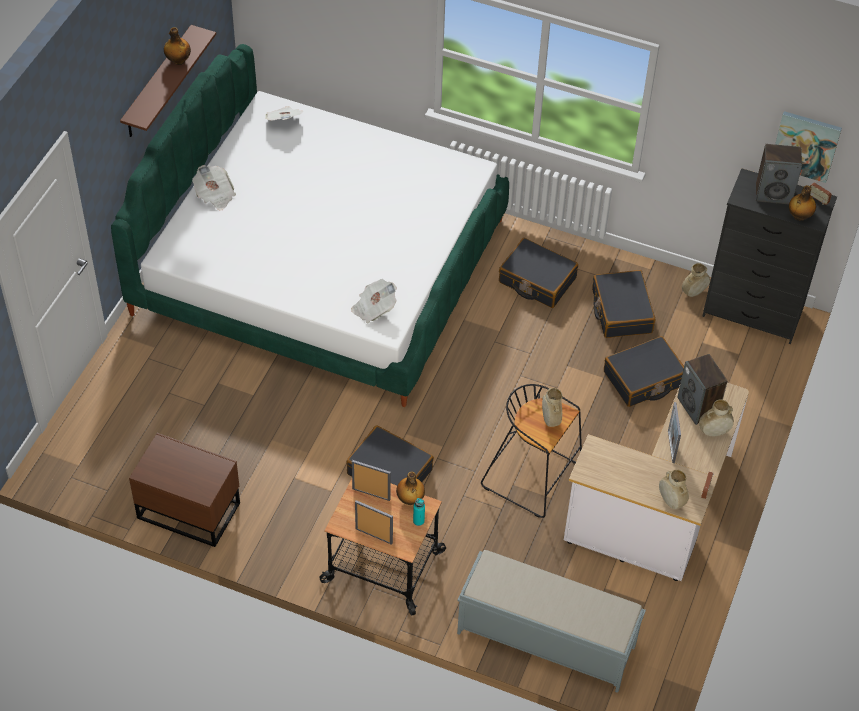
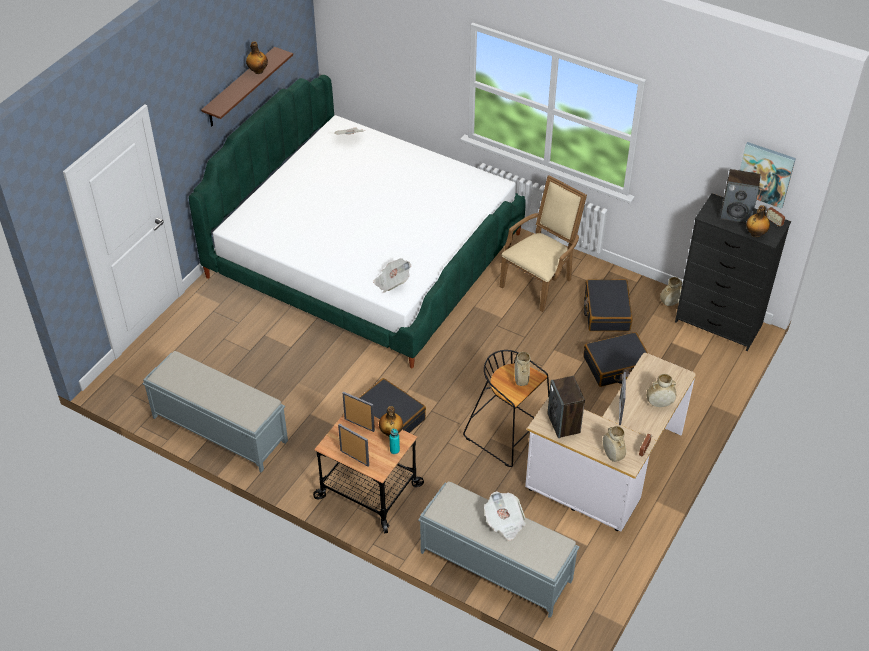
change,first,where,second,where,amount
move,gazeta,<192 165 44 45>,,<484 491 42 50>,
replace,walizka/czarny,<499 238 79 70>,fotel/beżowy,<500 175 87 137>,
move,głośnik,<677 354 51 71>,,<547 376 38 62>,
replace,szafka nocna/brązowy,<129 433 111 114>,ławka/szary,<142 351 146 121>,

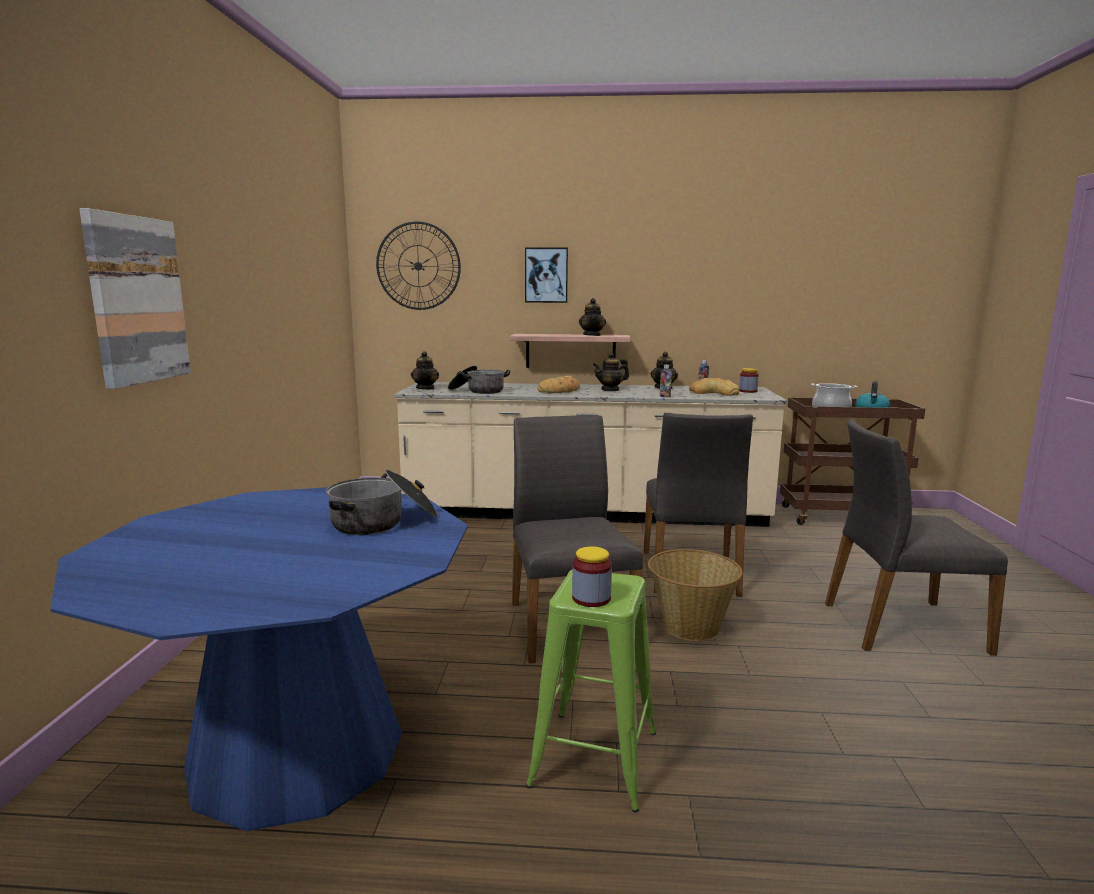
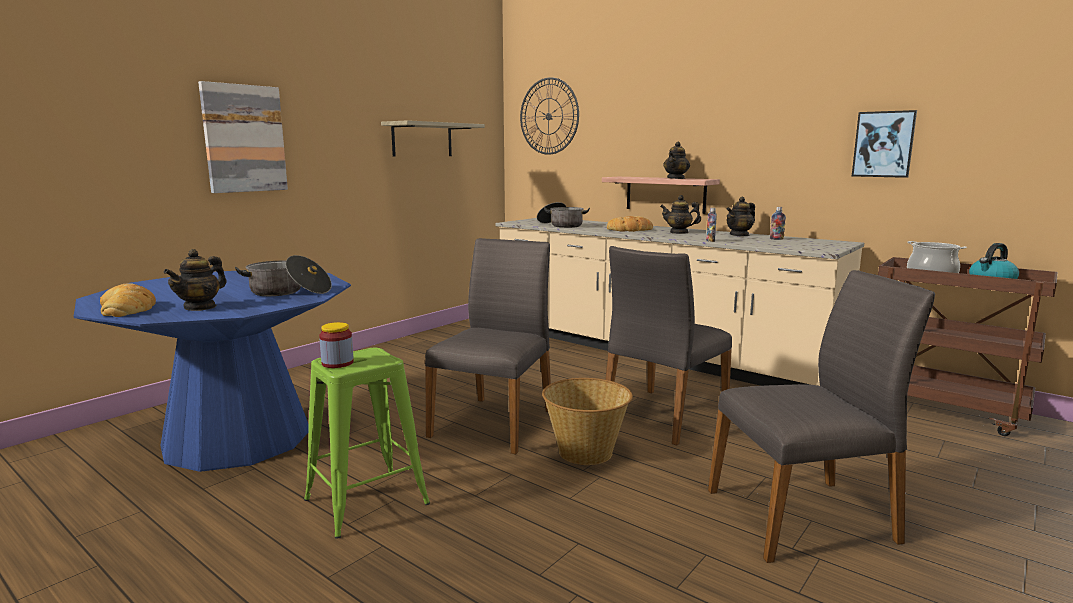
change,first,where,second,where,amount
move,obraz,<525 247 43 56>,,<852 110 65 68>,
move,imbryk,<411 351 28 39>,,<164 249 63 62>,
delete,słoik,<739 368 20 25>,,,
move,chleb,<689 378 51 18>,,<100 283 56 34>,
rotate,krzesło/szary,<825 420 183 236>,,<708 270 227 293>,135 degrees clockwise
insert,,,półka,<381 120 104 37>,

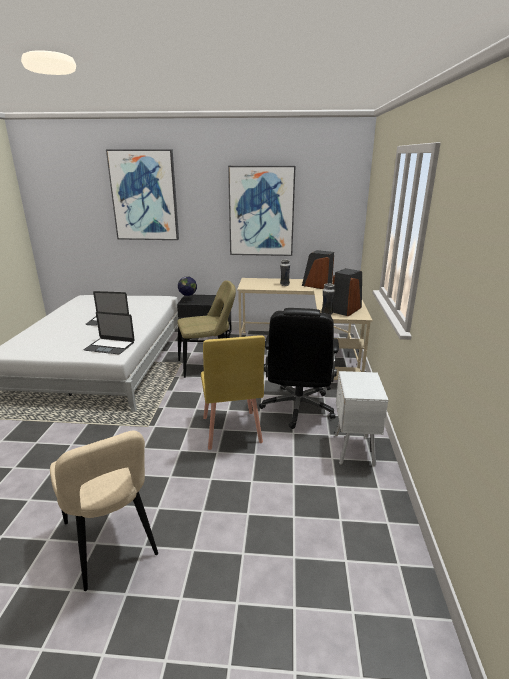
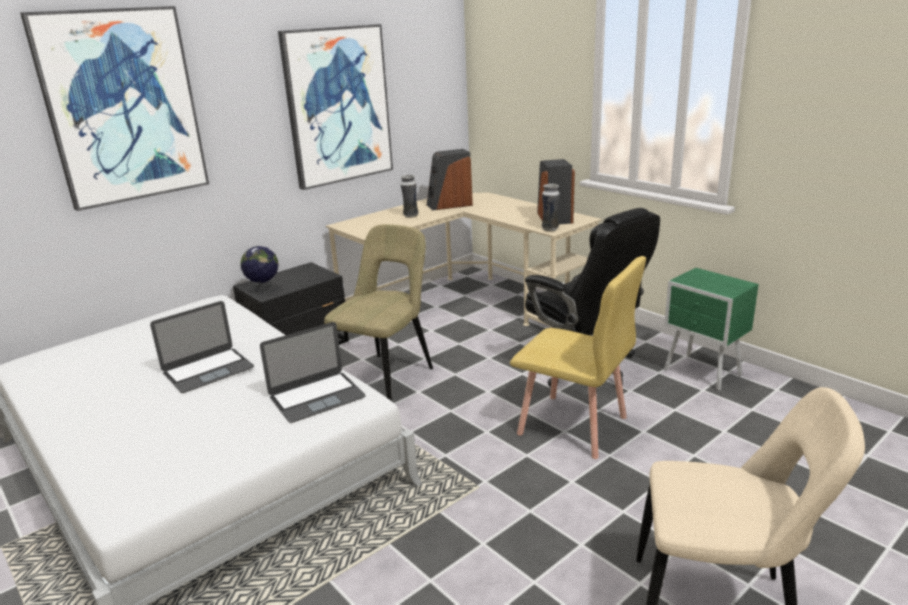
change,first,where,second,where,amount
recolor,szafka nocna/biały,<335 371 53 96>,szafka nocna/zielony,<664 268 95 123>,

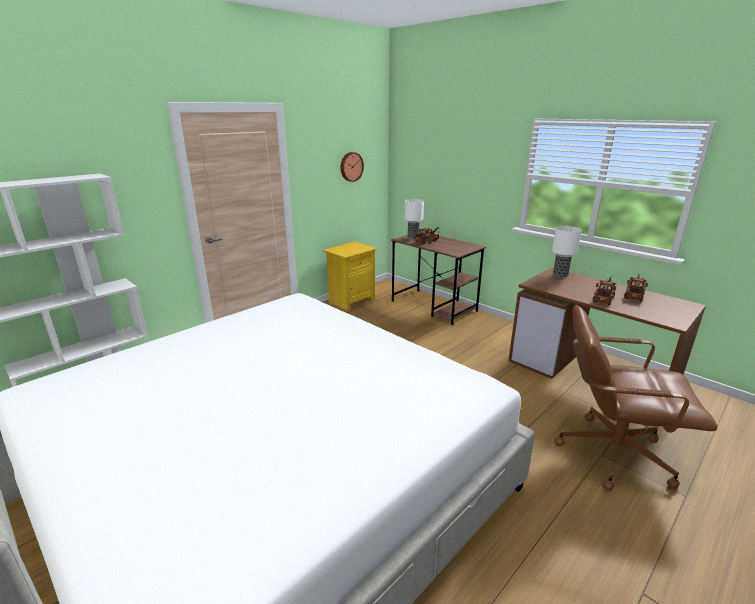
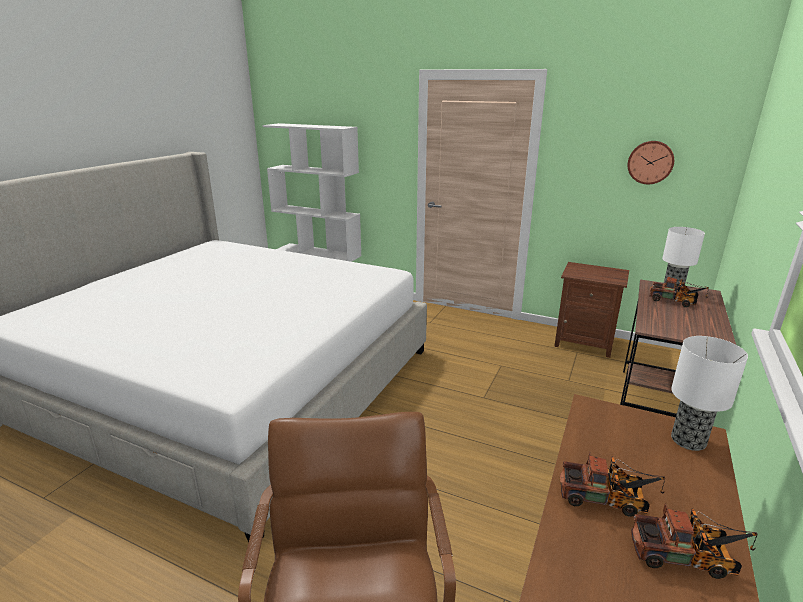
change,first,where,second,where,amount
recolor,szafka nocna/żółty,<323 242 54 69>,szafka nocna/brązowy,<554 262 75 96>,

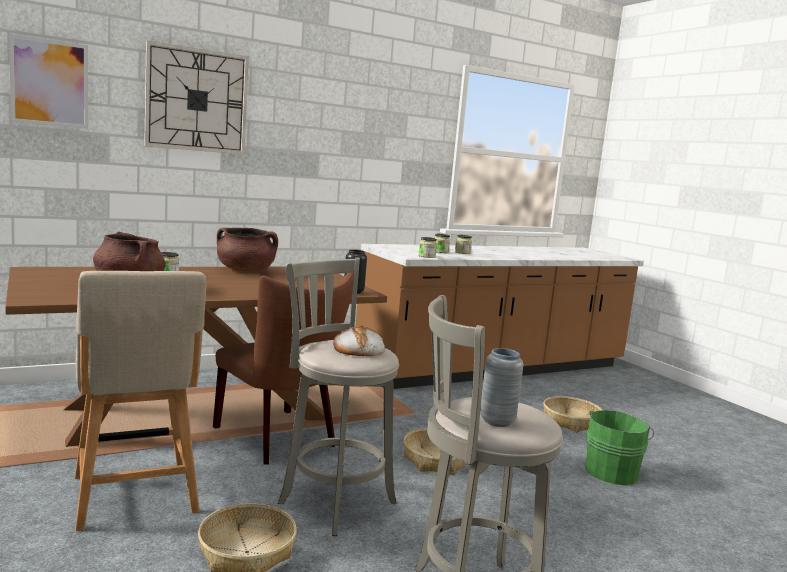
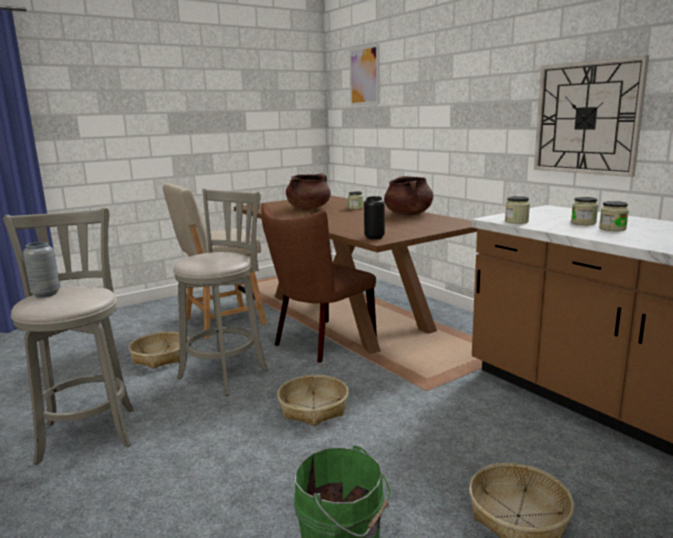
change,first,where,second,where,amount
move,zegar ścienny,<144 41 105 113>,,<534 55 115 122>,
delete,chleb,<333 326 52 30>,,,

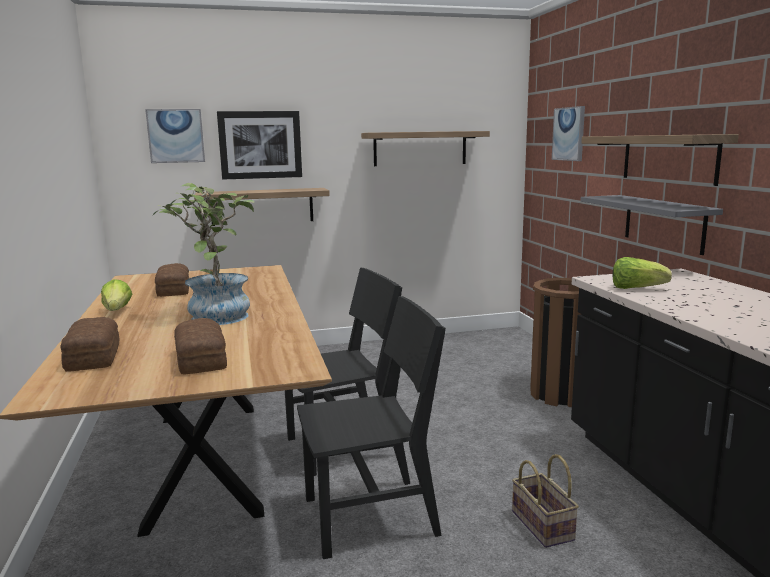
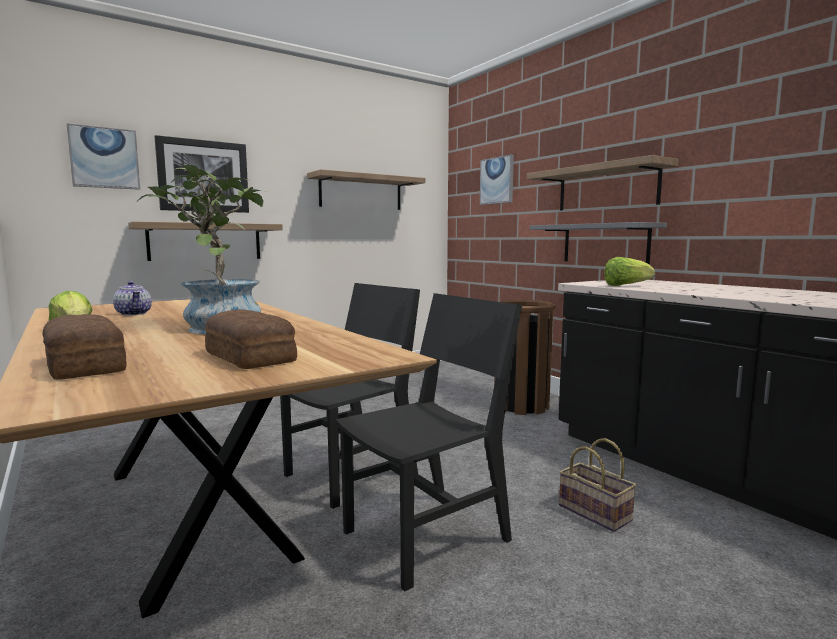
change,first,where,second,where,amount
replace,chleb,<155 263 34 34>,imbryk,<113 281 39 35>,

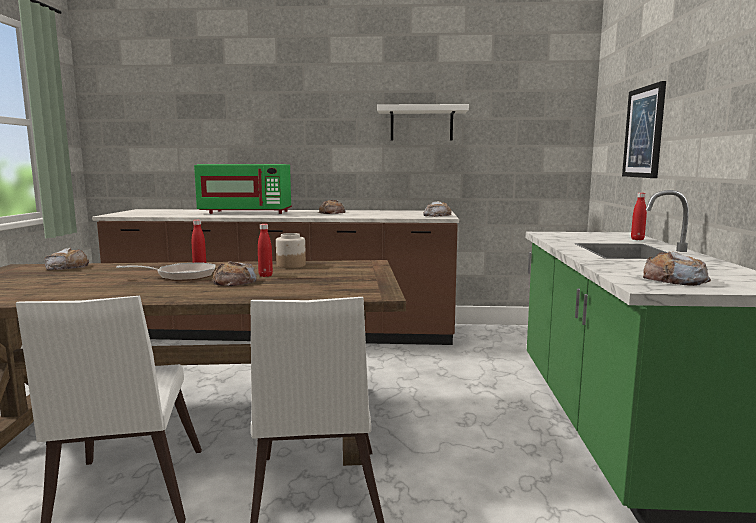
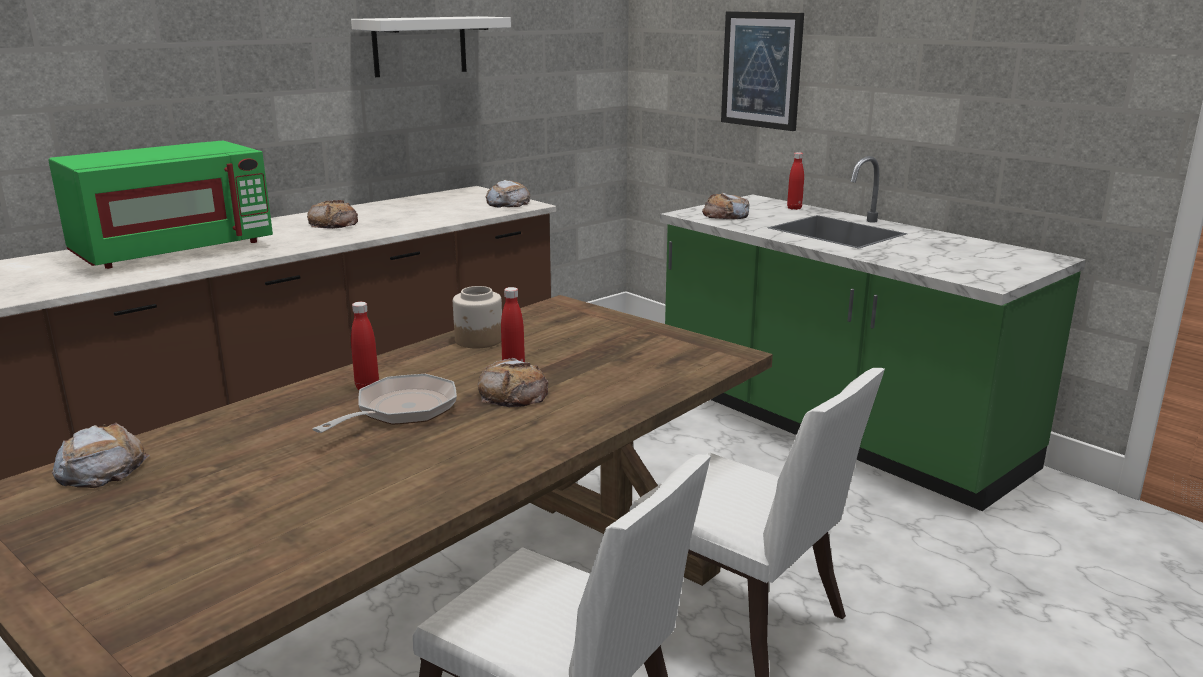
change,first,where,second,where,amount
move,chleb,<643 252 68 34>,,<702 193 47 26>,

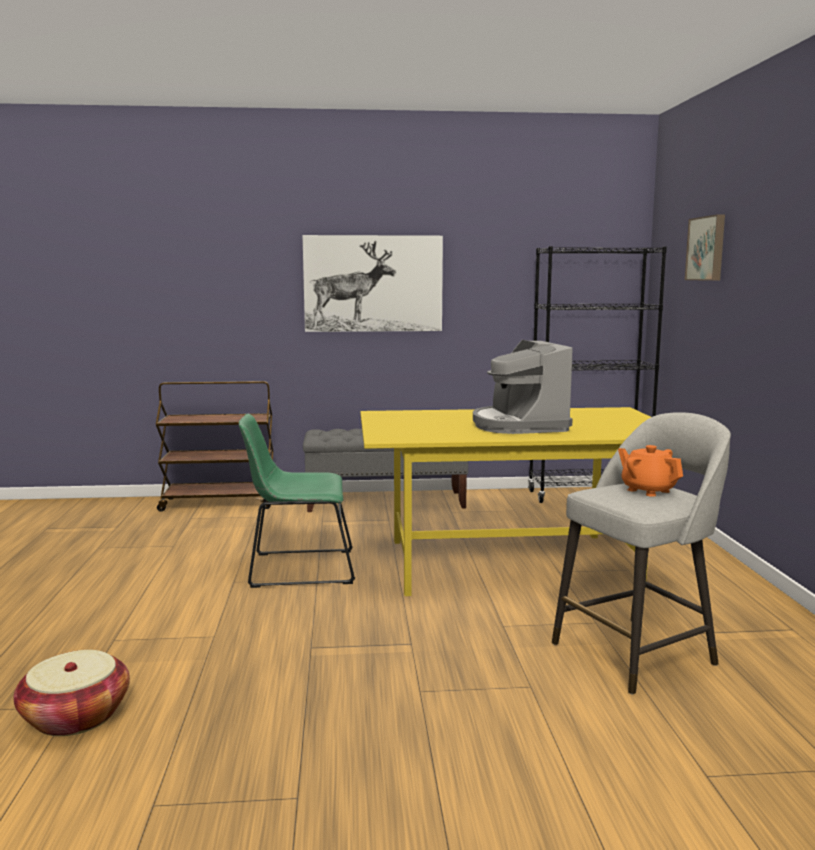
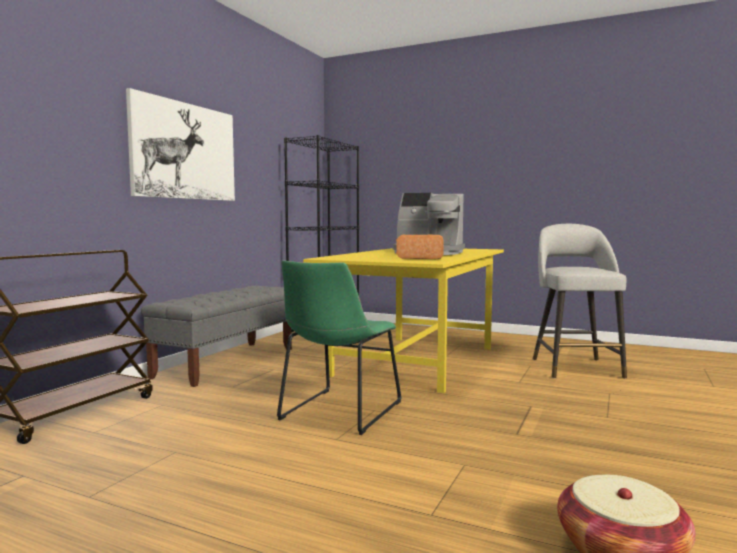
change,first,where,second,where,amount
delete,obraz,<685 214 40 67>,,,
delete,imbryk/pomarańczowy,<618 445 65 52>,,,
insert,,,chleb,<396 235 48 24>,

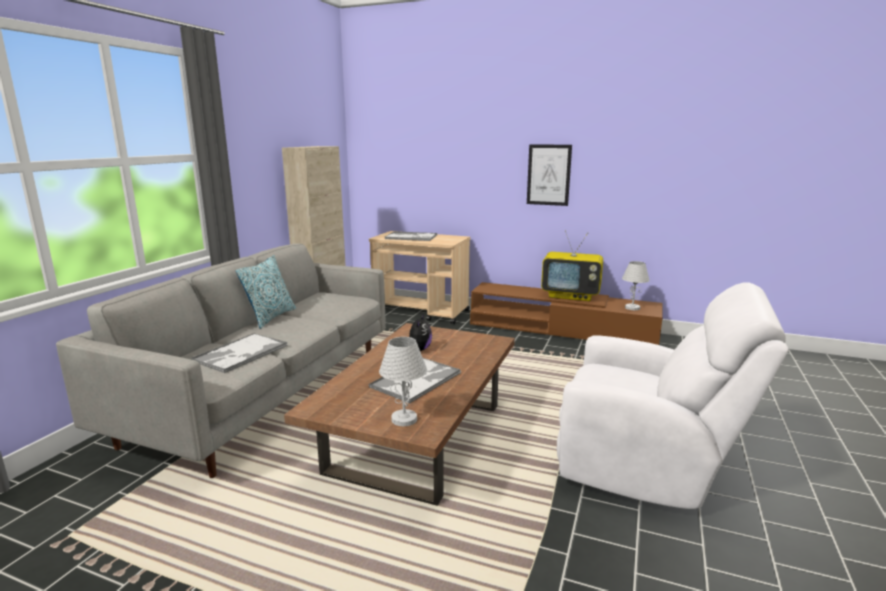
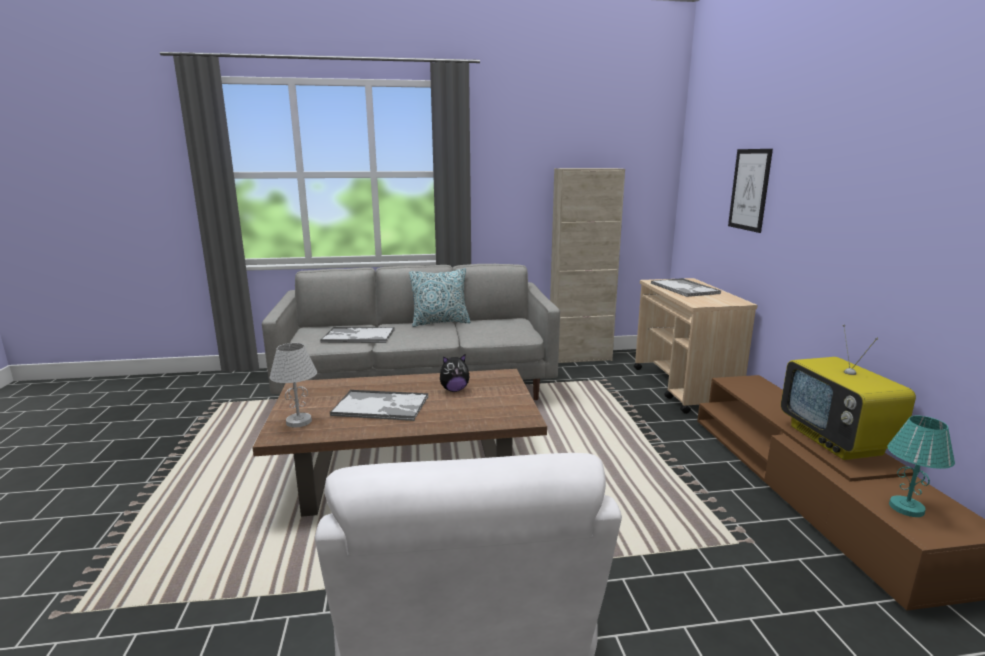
change,first,where,second,where,amount
move,obraz,<527 144 45 62>,,<728 149 45 84>,
recolor,lampa stołowa/biały,<622 261 28 49>,lampa stołowa/turkusowy,<887 416 68 101>,

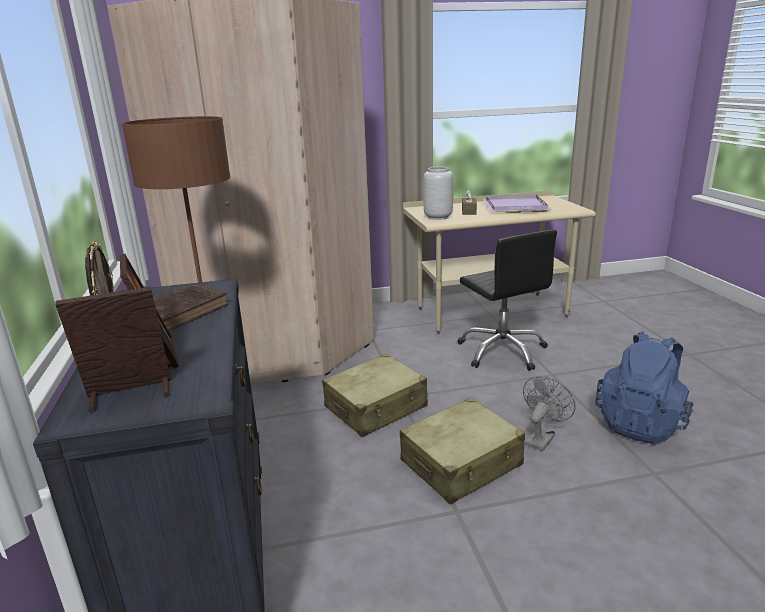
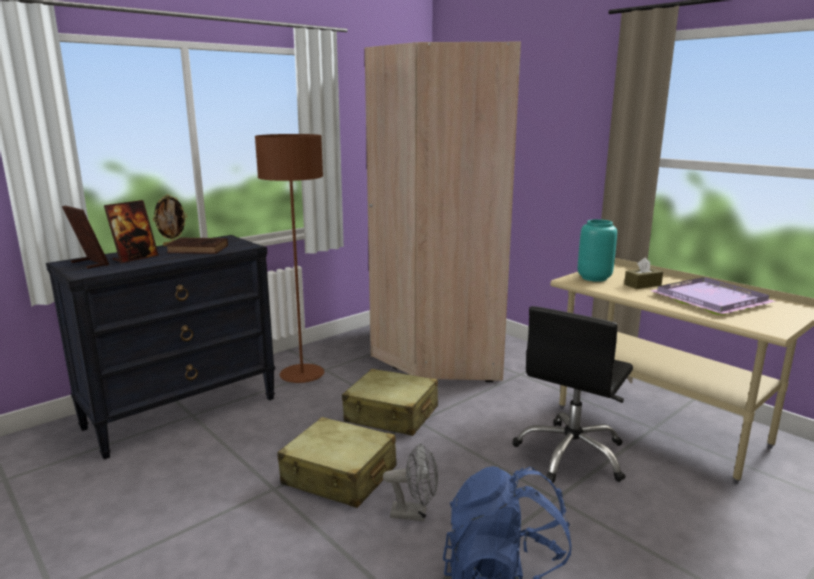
change,first,where,second,where,amount
recolor,wazon/szary,<423 166 30 54>,wazon/turkusowy,<578 219 39 63>,

